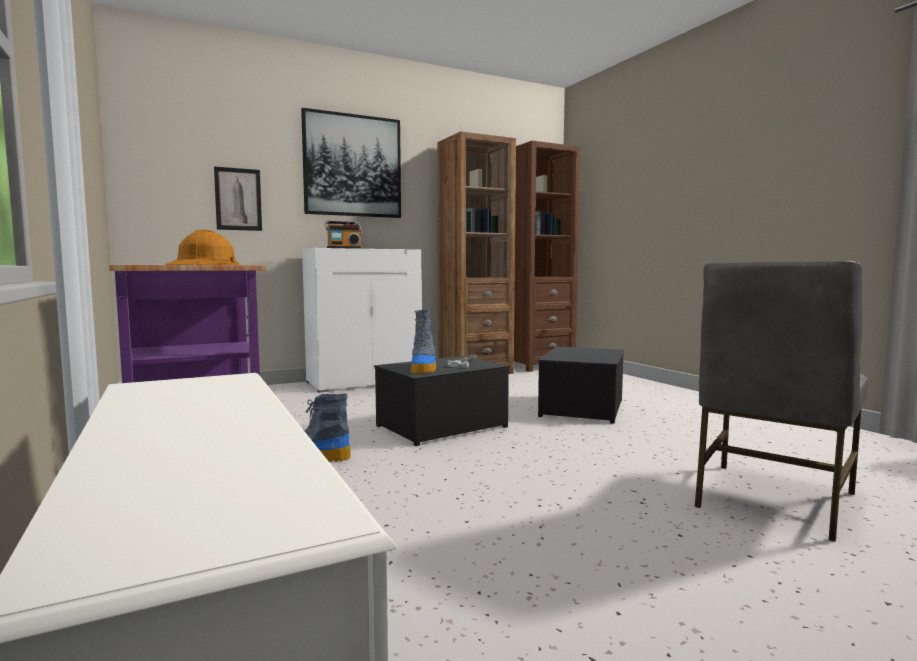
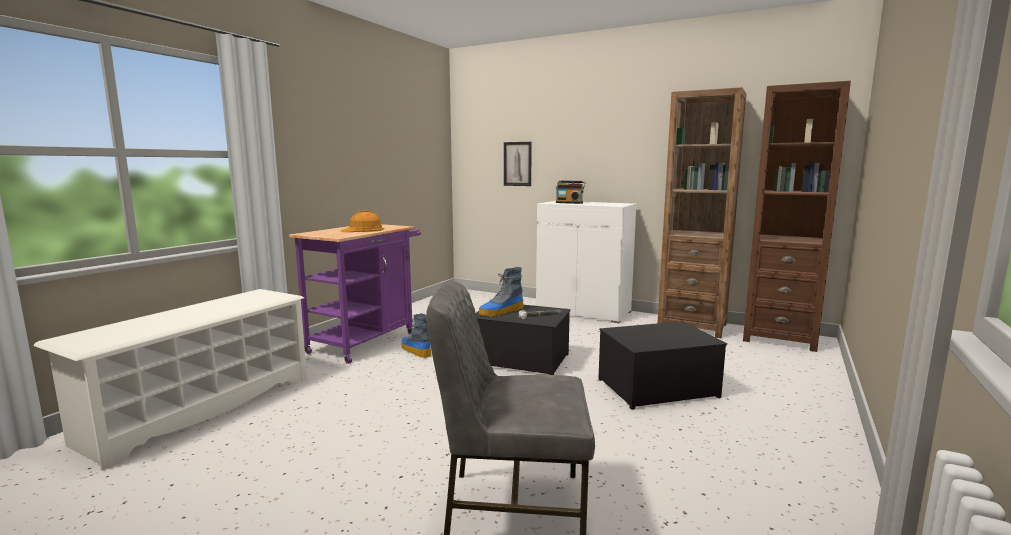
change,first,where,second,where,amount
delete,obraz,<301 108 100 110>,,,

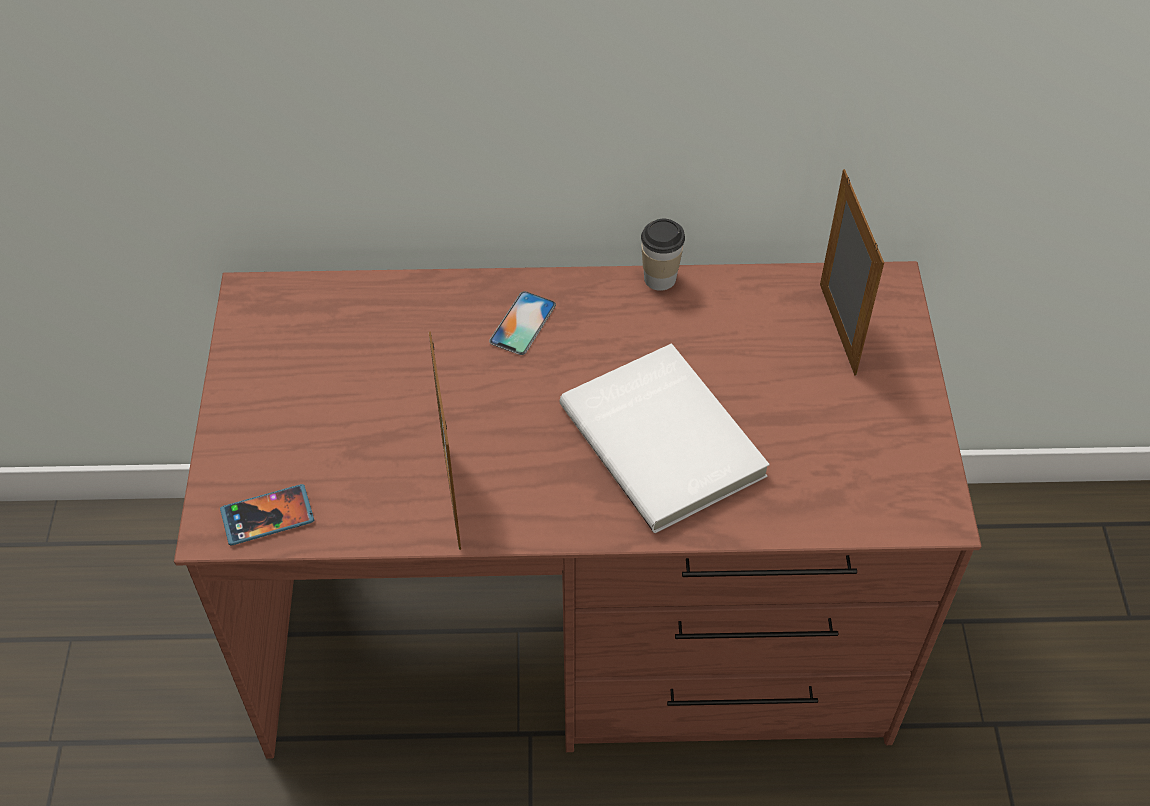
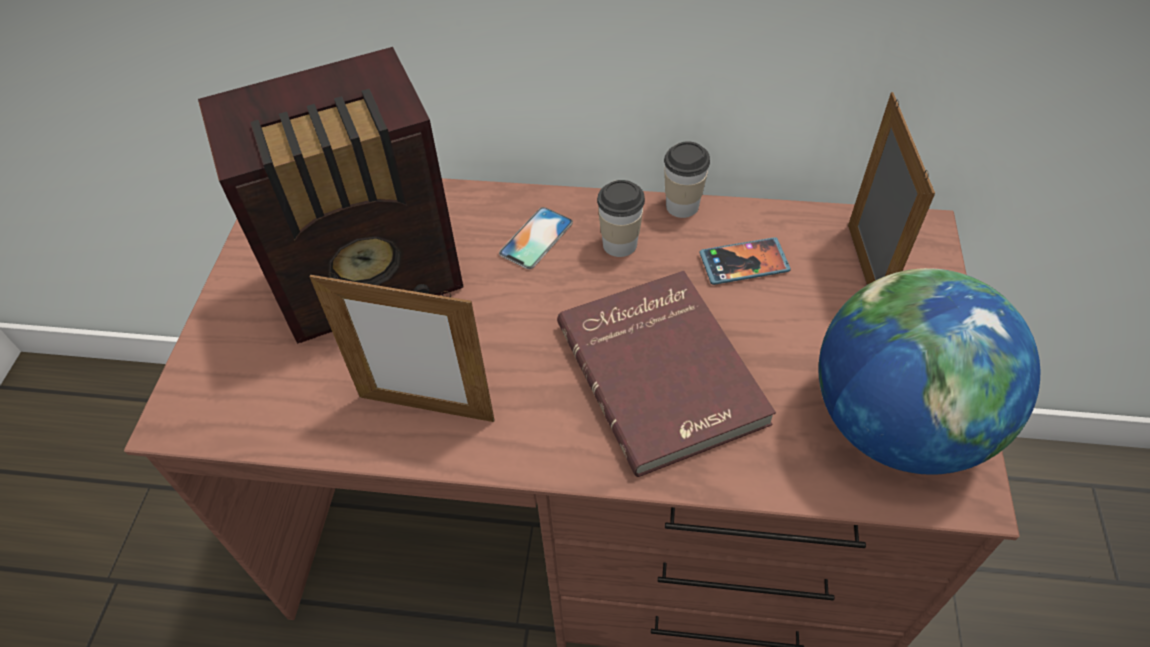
change,first,where,second,where,amount
rotate,ramka na zdjęcie,<429 332 32 218>,,<309 273 186 149>,75 degrees counterclockwise
recolor,książka/biały,<560 343 210 190>,książka/czerwony,<557 271 219 206>,
move,telefon,<220 484 94 61>,,<700 237 91 48>,
insert,,,radio,<198 47 266 297>,
insert,,,filiżanka,<597 180 48 77>,
insert,,,globus,<819 268 221 207>,

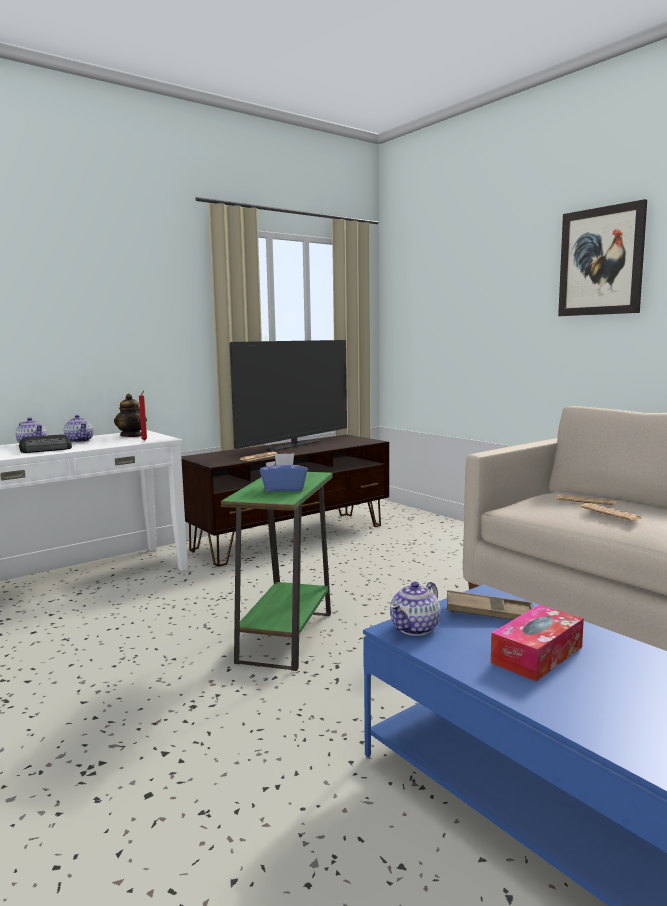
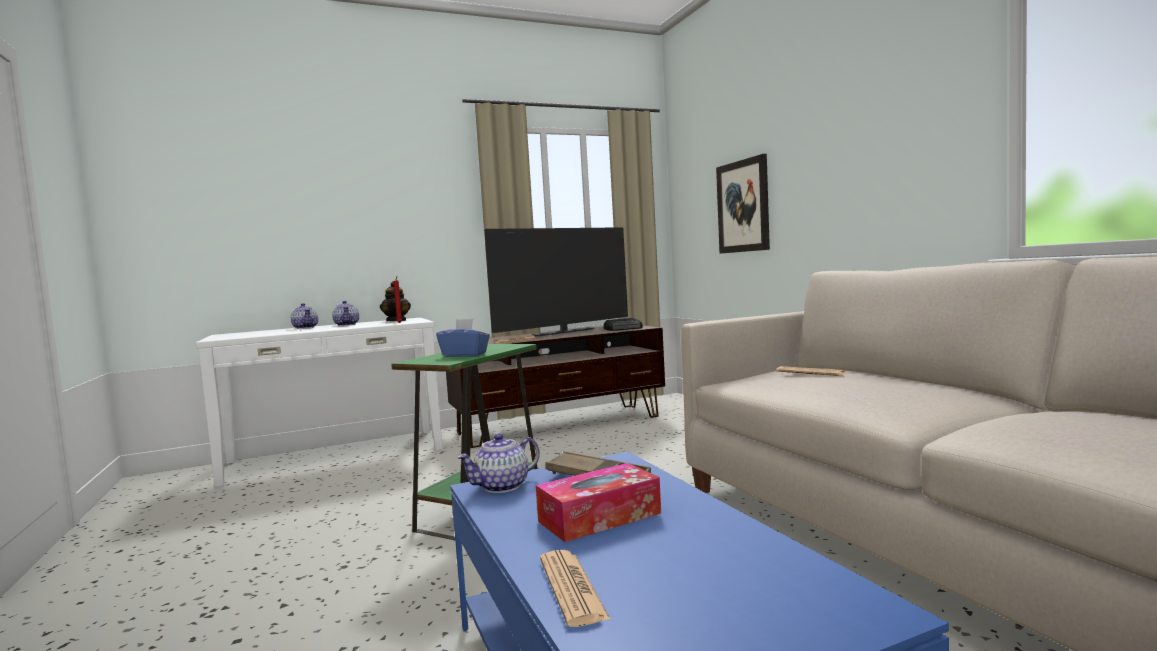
change,first,where,second,where,amount
move,obraz,<558 199 89 117>,,<716 154 54 100>,
move,radio,<19 434 53 19>,,<603 318 40 13>,
move,gazeta,<581 503 61 18>,,<540 550 71 77>,

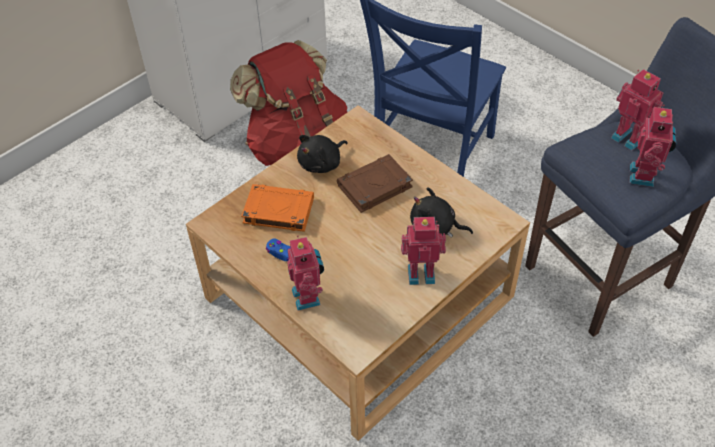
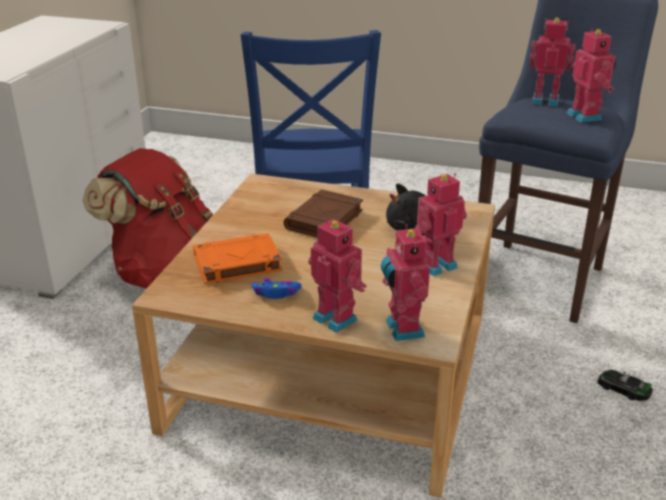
change,first,where,second,where,amount
delete,pluszak/czarny,<297 135 51 38>,,,
insert,,,robot zabawkowy,<381 224 49 117>,
insert,,,samochodzik,<597 370 56 31>,

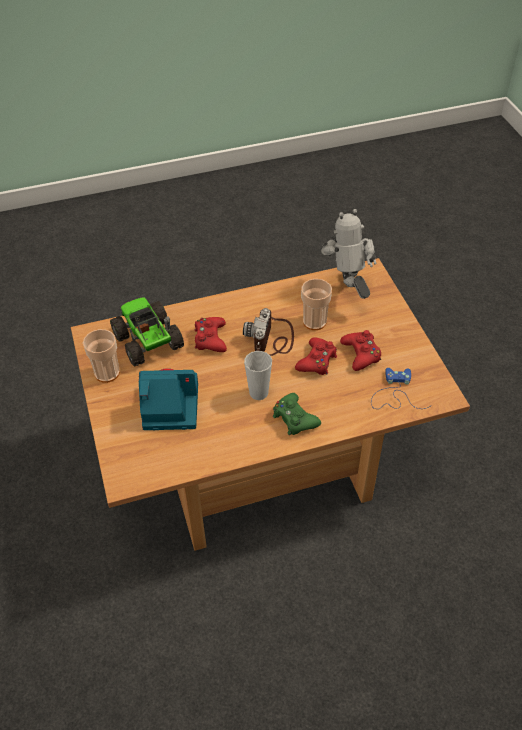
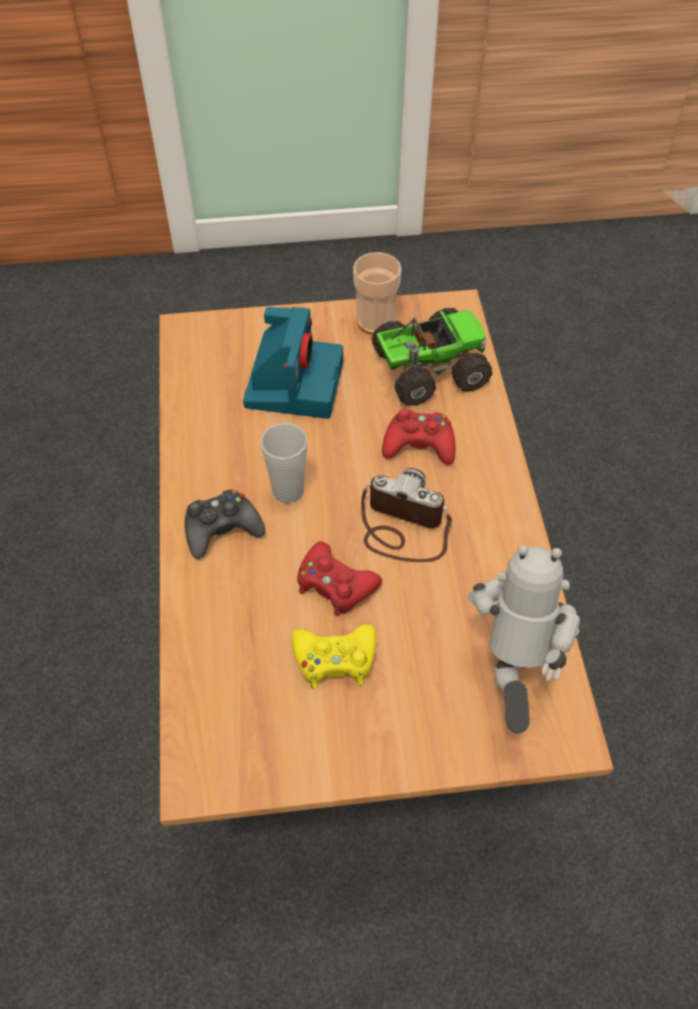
change,first,where,second,where,amount
rotate,robot zabawkowy,<321 209 55 90>,,<468 545 112 188>,75 degrees counterclockwise
delete,filiżanka,<301 279 31 51>,,,
recolor,pad do gier/czerwony,<340 330 41 41>,pad do gier/żółty,<292 625 84 64>,
delete,pad do gier/niebieski,<371 368 59 41>,,,
recolor,pad do gier/zielony,<273 393 48 42>,pad do gier/czarny,<185 490 80 69>,

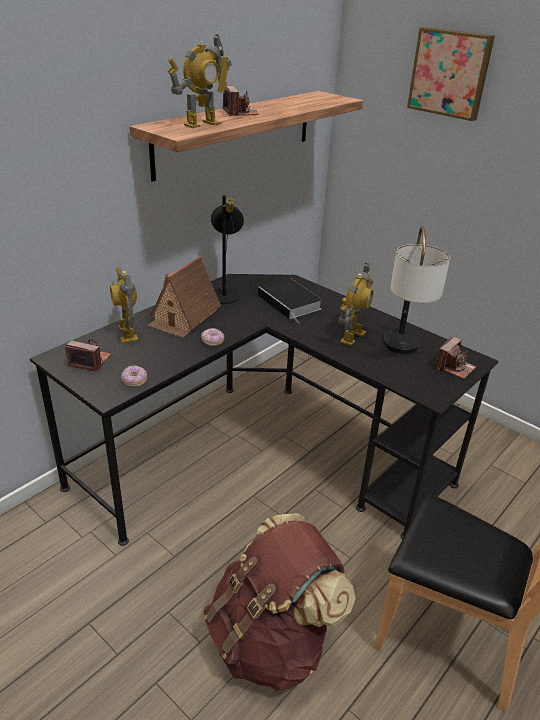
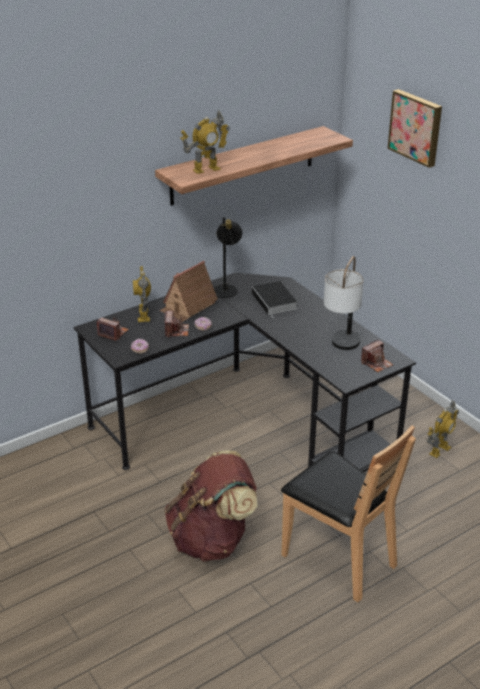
change,first,where,second,where,amount
move,aparat fotograficzny,<223 86 36 30>,,<165 311 24 26>,
move,robot zabawkowy,<338 263 35 83>,,<427 401 32 57>,

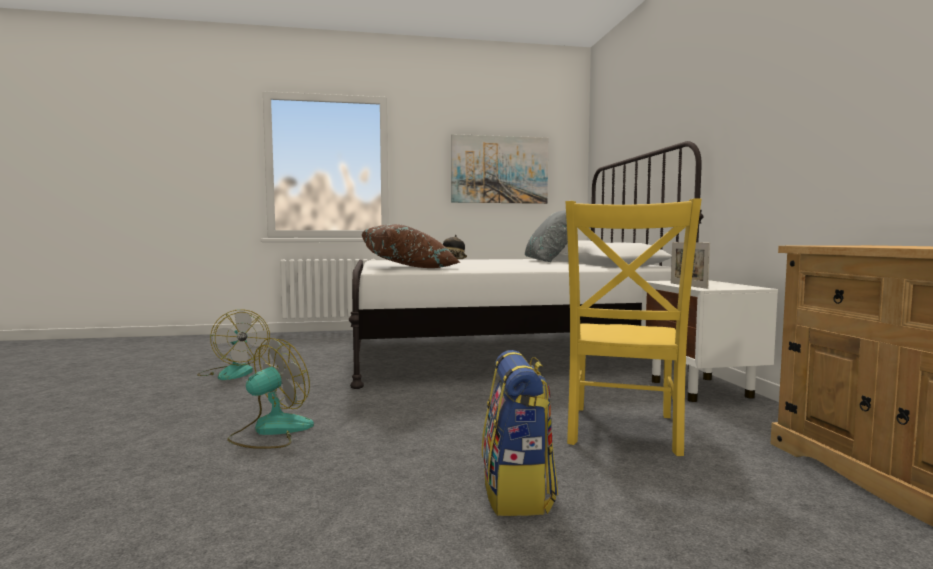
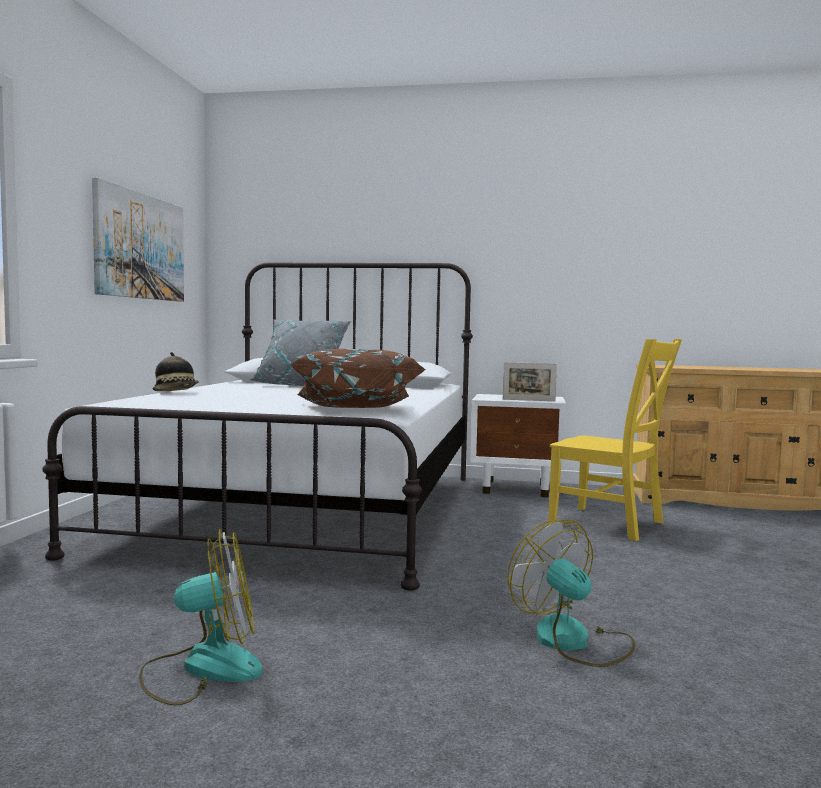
change,first,where,second,where,amount
delete,plecak,<482 350 76 166>,,,

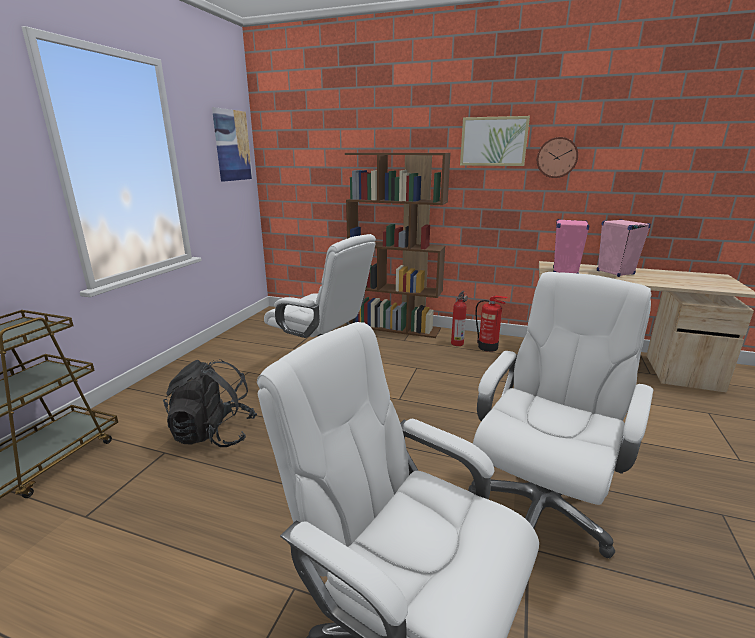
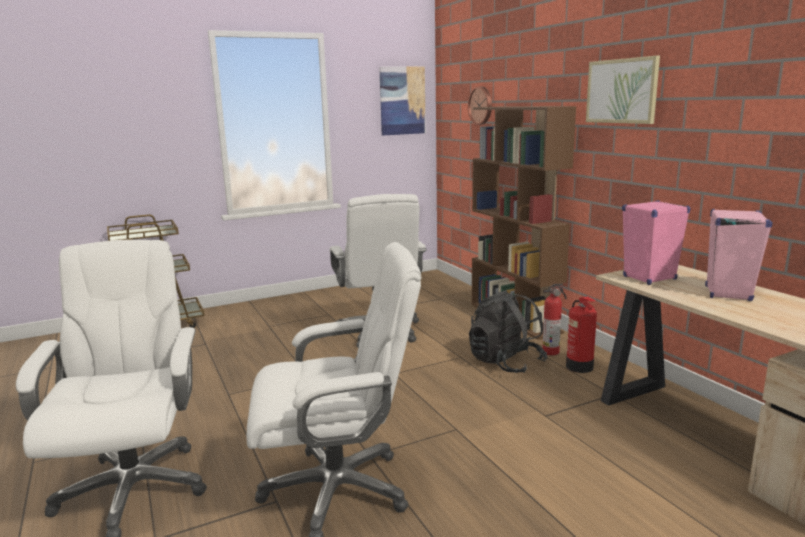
change,first,where,second,where,amount
move,zegar ścienny,<537 137 41 41>,,<468 87 24 38>,
move,plecak/czarny,<163 359 94 88>,,<469 290 79 83>,

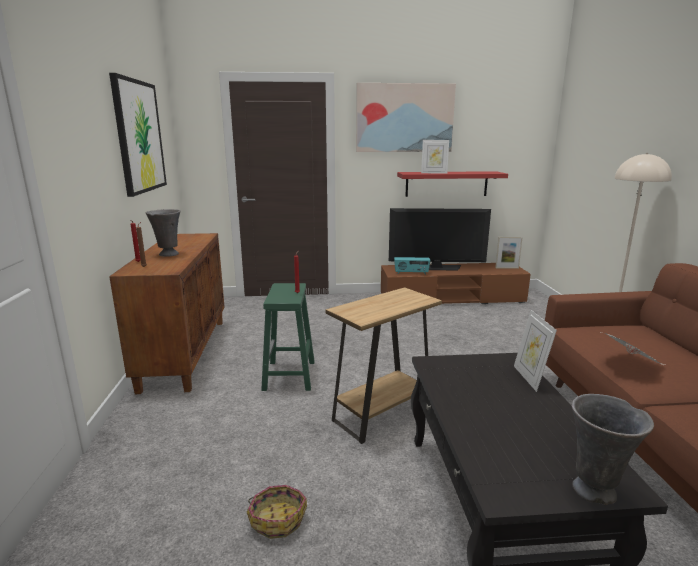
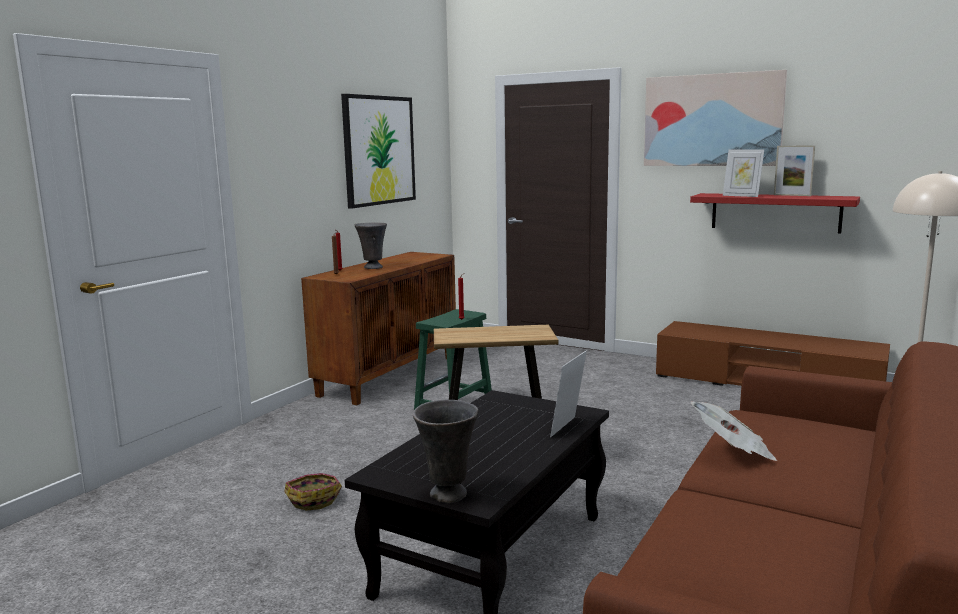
change,first,where,second,where,amount
delete,telewizor,<389 208 102 63>,,,
move,ramka na zdjęcie,<495 237 28 32>,,<774 145 41 51>,
delete,radio,<394 257 36 17>,,,

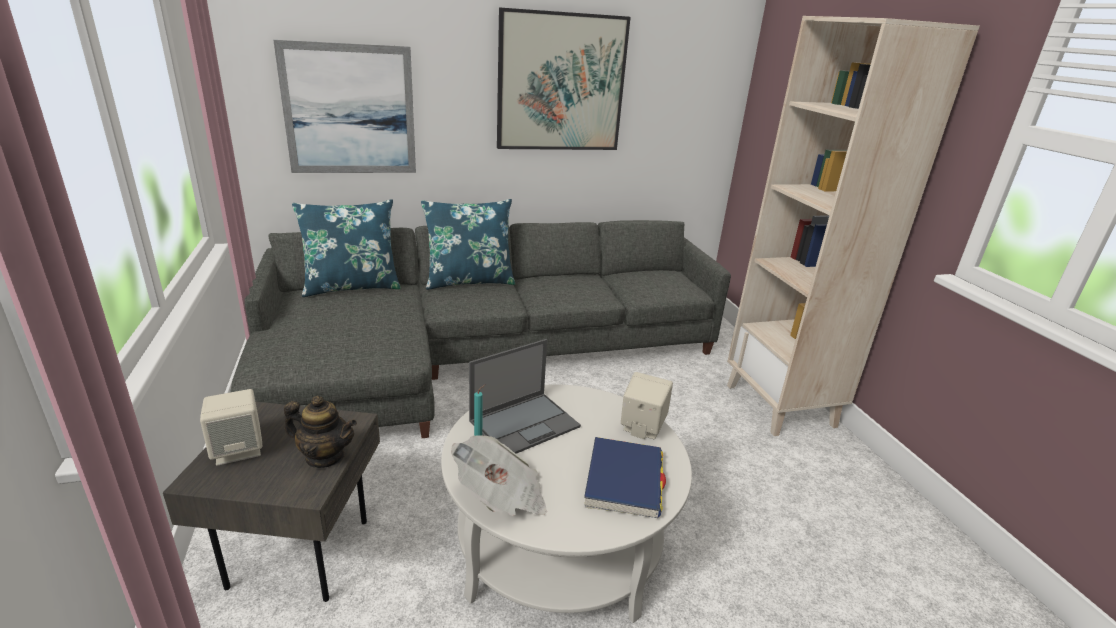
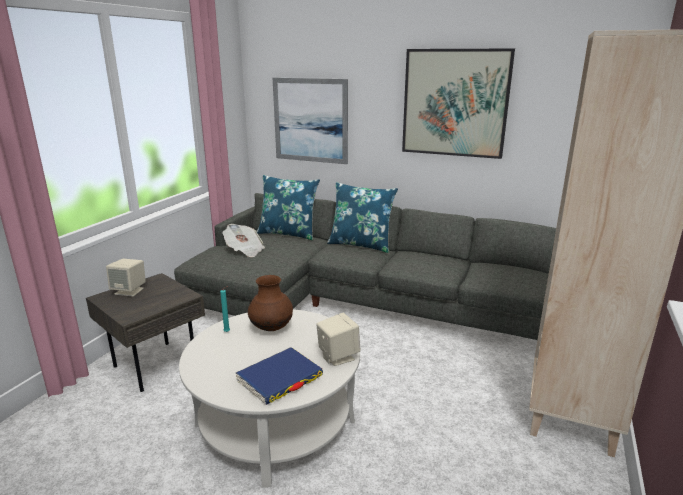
change,first,where,second,where,amount
replace,laptop,<469 339 112 115>,wazon/brązowy,<248 275 45 56>,
delete,imbryk,<284 396 73 72>,,,
move,gazeta,<451 435 96 81>,,<222 224 43 33>,

